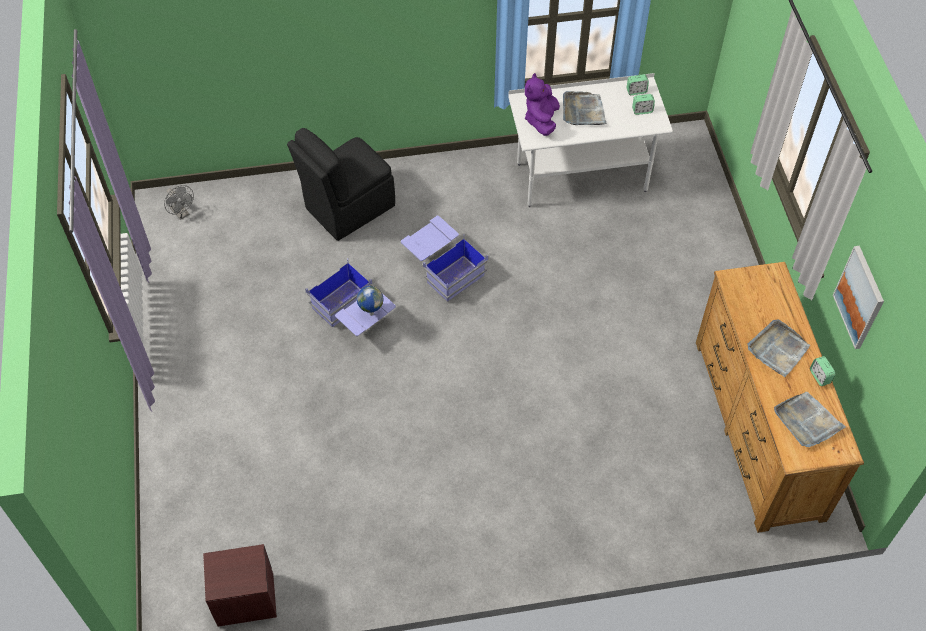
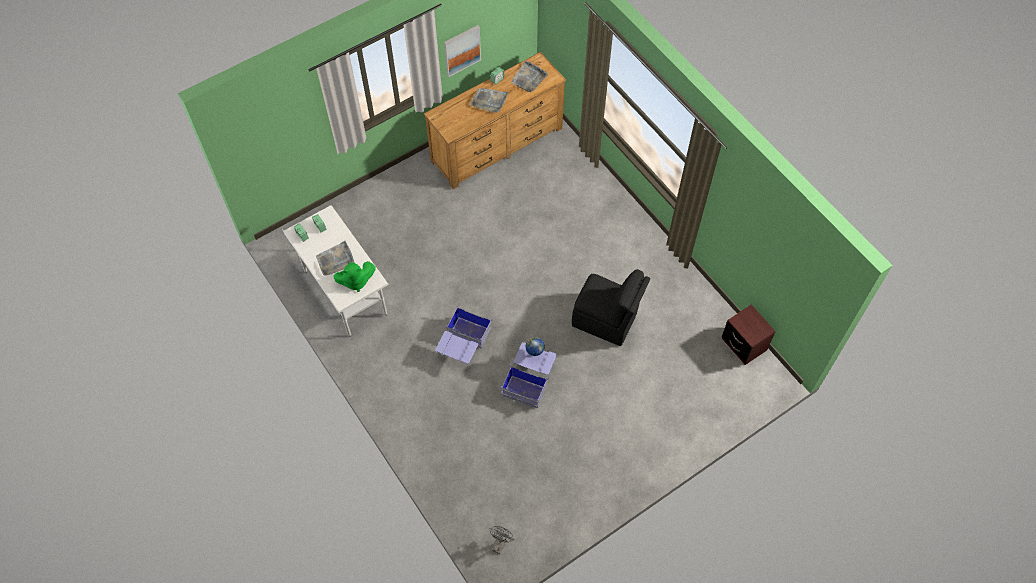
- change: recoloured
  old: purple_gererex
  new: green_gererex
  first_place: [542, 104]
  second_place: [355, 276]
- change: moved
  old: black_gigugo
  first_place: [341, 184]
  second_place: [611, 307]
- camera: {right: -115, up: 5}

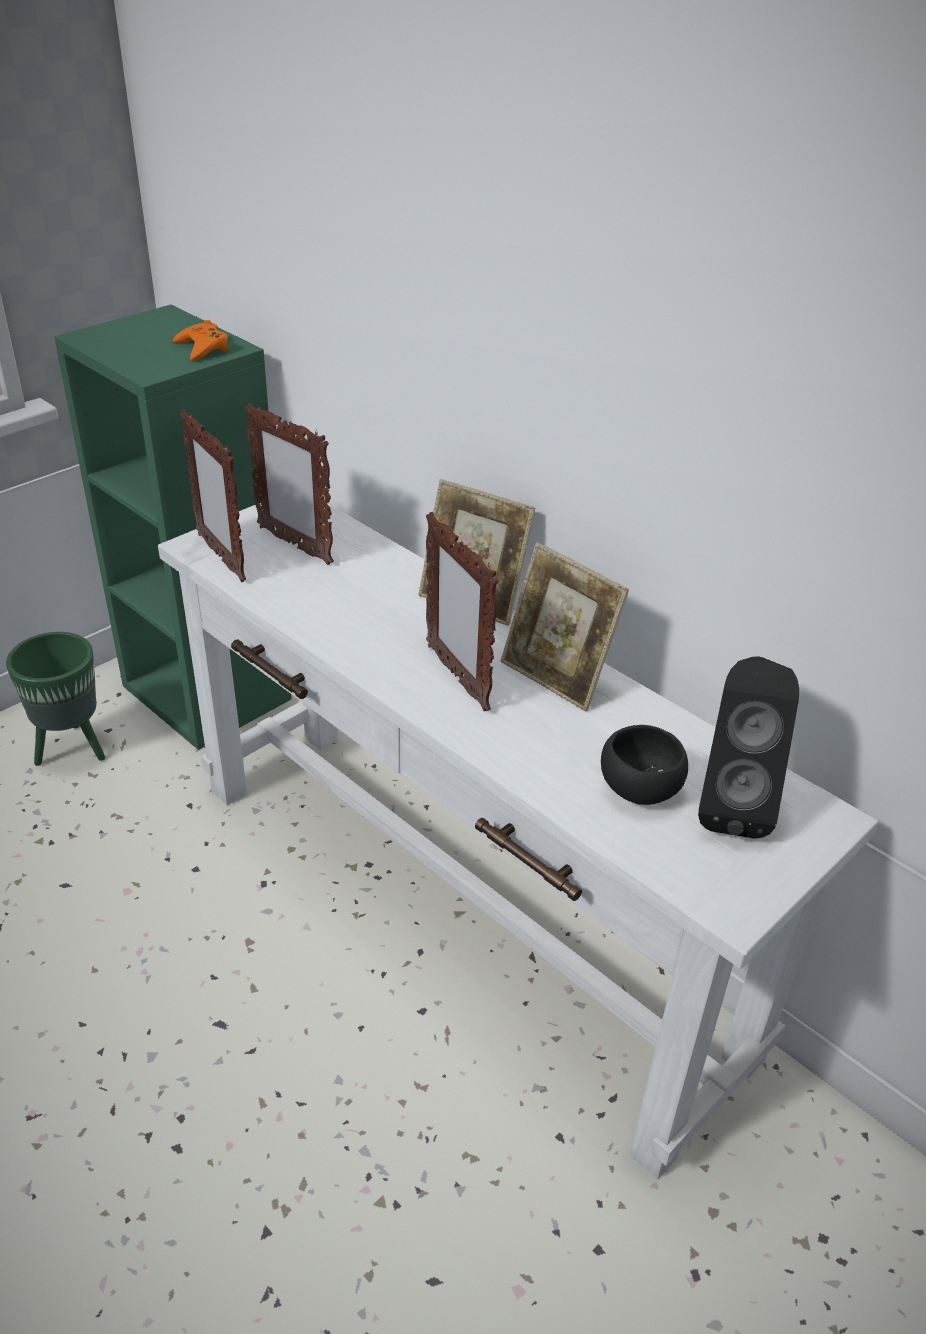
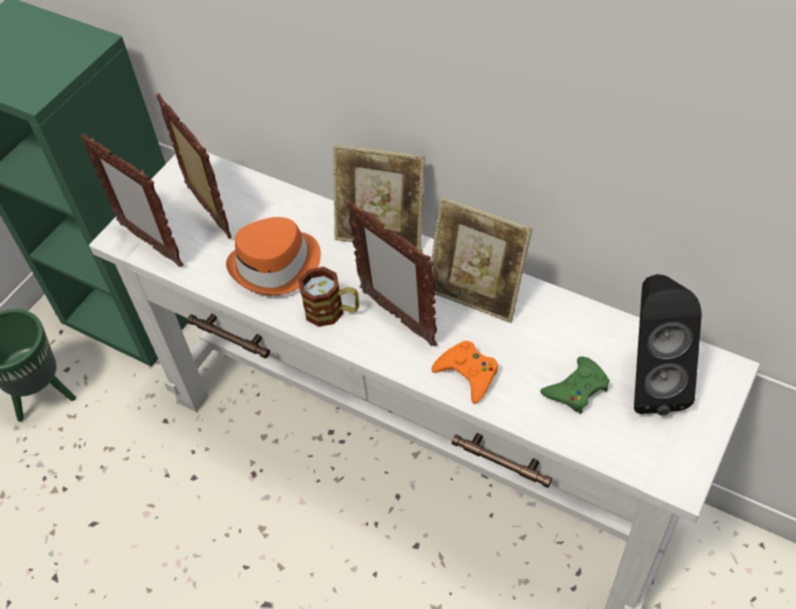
- change: turned
  old: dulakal
  first_place: [289, 484]
  second_place: [194, 166]
  degrees: -150
- change: added
  new: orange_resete
  second_place: [273, 256]
- change: added
  new: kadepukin
  second_place: [328, 297]
- change: moved
  old: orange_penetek
  first_place: [201, 340]
  second_place: [465, 372]
- change: replaced
  old: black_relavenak
  new: green_penetek
  first_place: [644, 765]
  second_place: [575, 385]
- camera: {right: -10, up: 15}

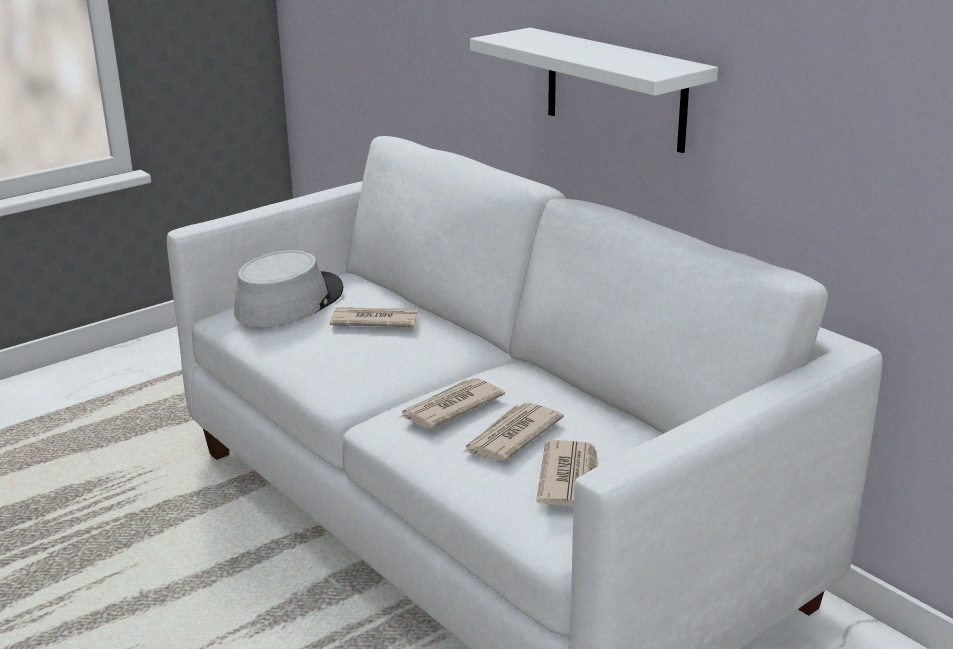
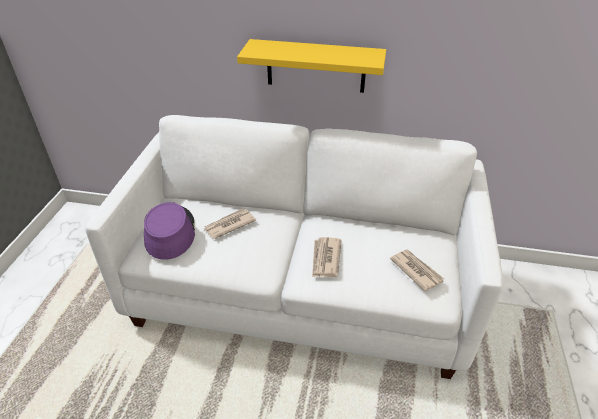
- change: recoloured
  old: grey_resete
  new: purple_resete
  first_place: [288, 288]
  second_place: [169, 231]
- change: recoloured
  old: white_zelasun
  new: yellow_zelasun
  first_place: [594, 90]
  second_place: [311, 66]
- change: removed
  old: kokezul
  first_place: [513, 432]
- camera: {right: -40, up: 15}

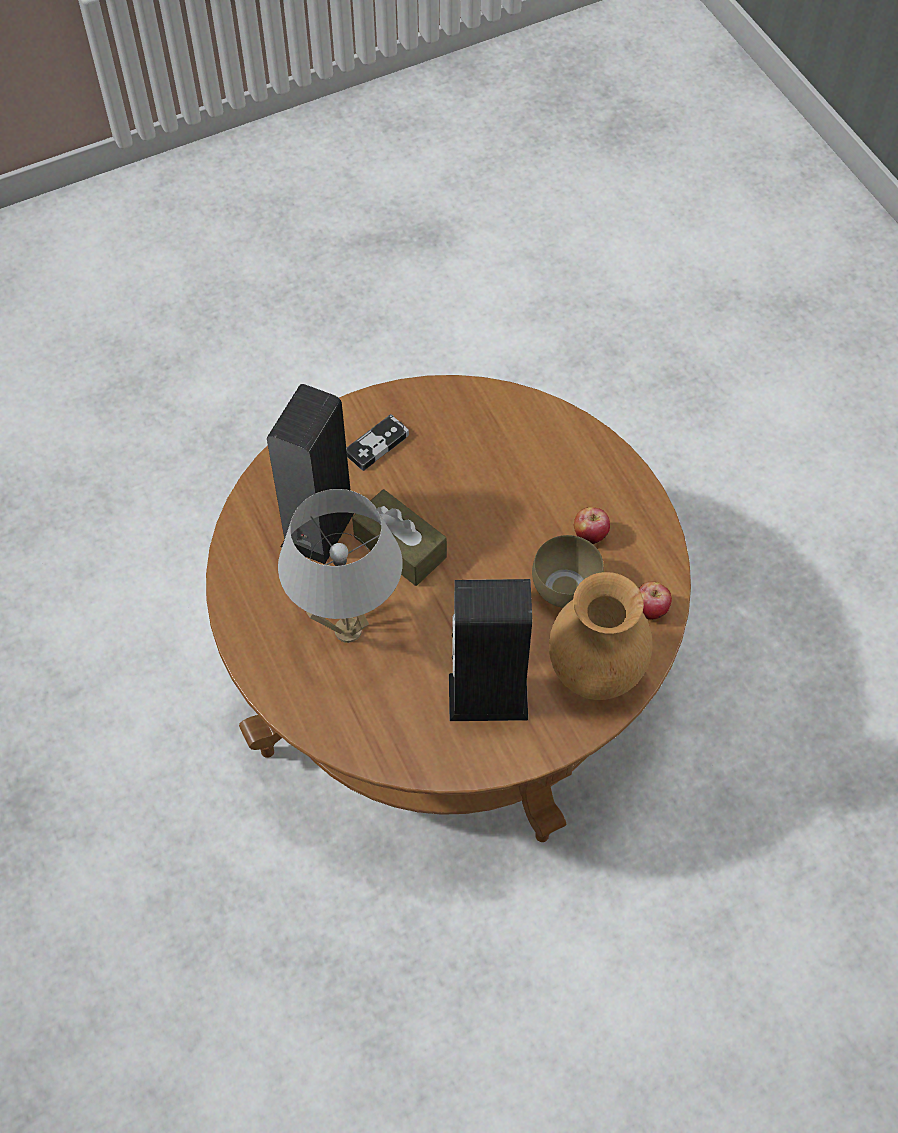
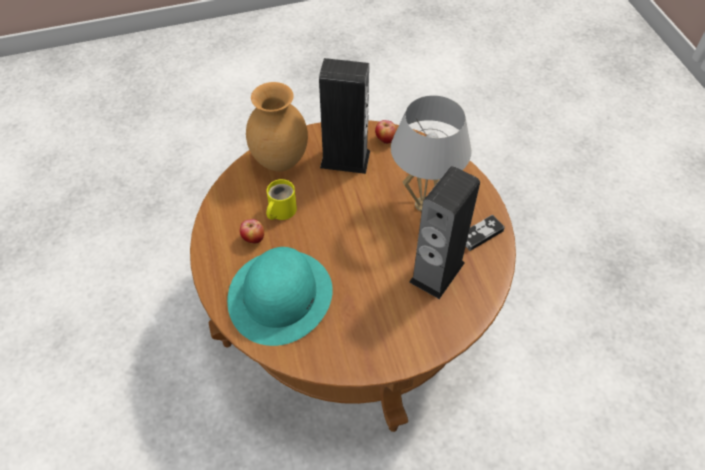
- change: added
  new: turquoise_resete
  second_place: [280, 296]
- change: replaced
  old: brown_relavenak
  new: yellow_kadepukin
  first_place: [568, 571]
  second_place: [281, 199]
- change: moved
  old: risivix
  first_place: [655, 600]
  second_place: [386, 132]
- change: moved
  old: penetek
  first_place: [377, 442]
  second_place: [485, 233]
- change: removed
  old: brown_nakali
  first_place: [399, 537]
- camera: {right: -170, up: -5}

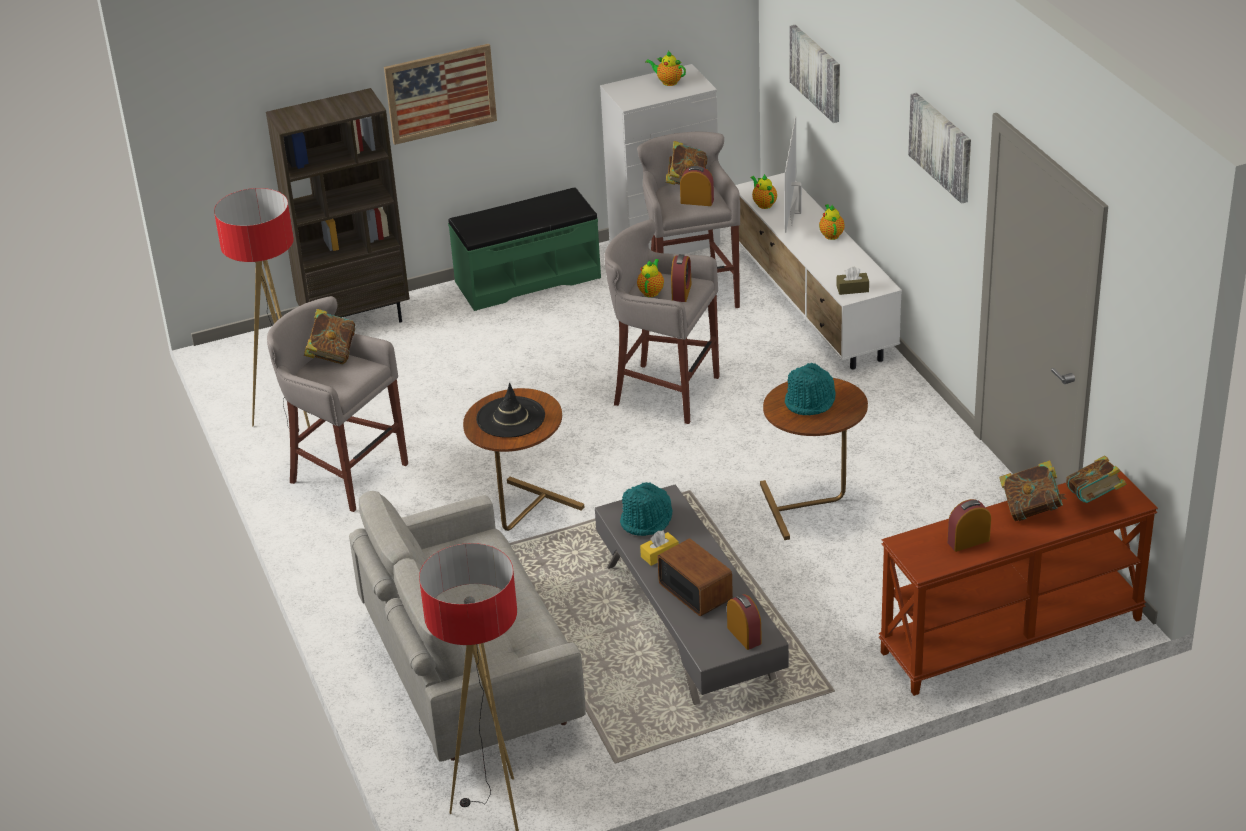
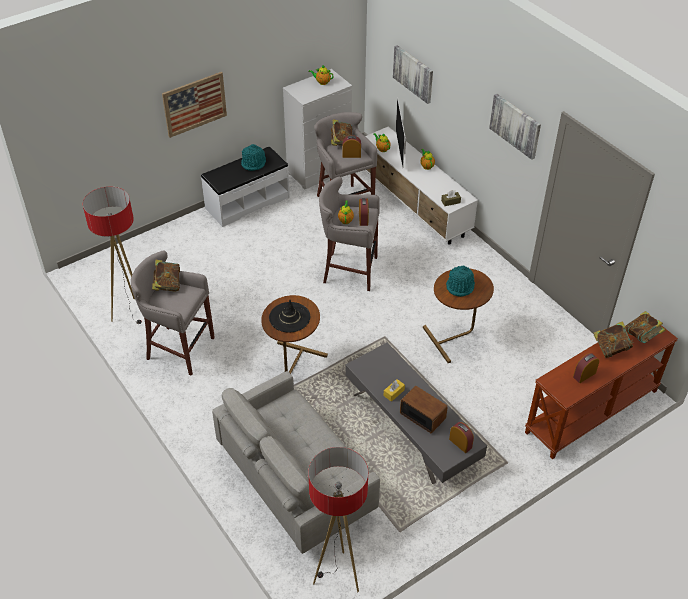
- change: recoloured
  old: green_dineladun
  new: white_dineladun
  first_place: [524, 249]
  second_place: [245, 186]
- change: moved
  old: turquoise_resete
  first_place: [646, 509]
  second_place: [253, 157]
- change: removed
  old: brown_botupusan
  first_place: [338, 205]
- camera: {right: -15, up: 10}

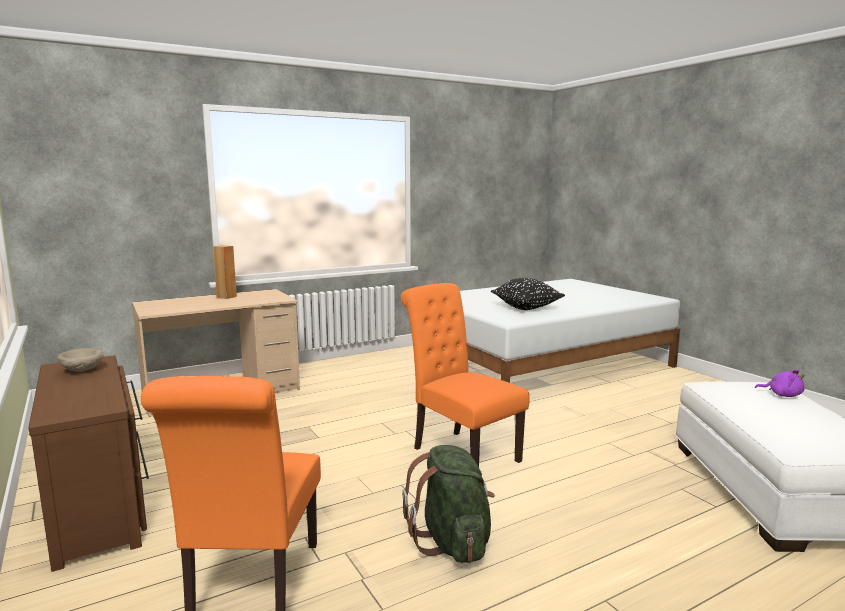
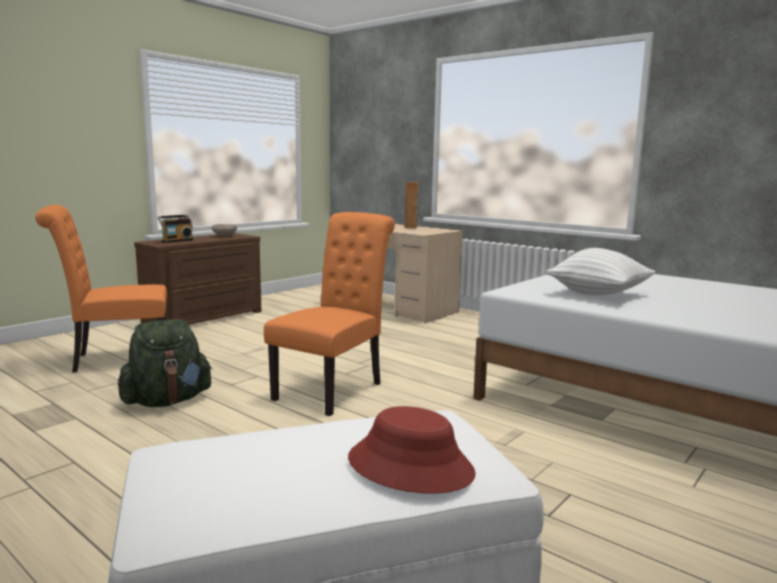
- change: added
  new: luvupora
  second_place: [175, 228]
- change: replaced
  old: purple_gererex
  new: red_resete
  first_place: [780, 383]
  second_place: [412, 450]
- change: recoloured
  old: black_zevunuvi
  new: white_zevunuvi
  first_place: [528, 294]
  second_place: [600, 271]
- camera: {right: 70, up: 0}

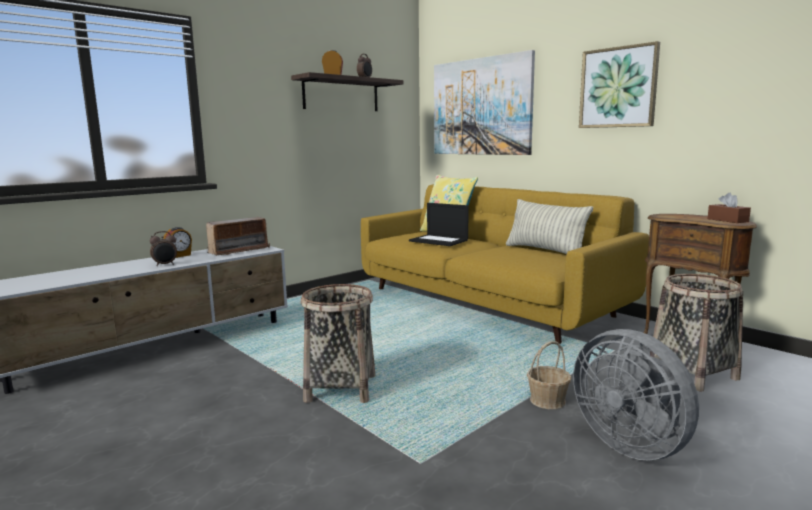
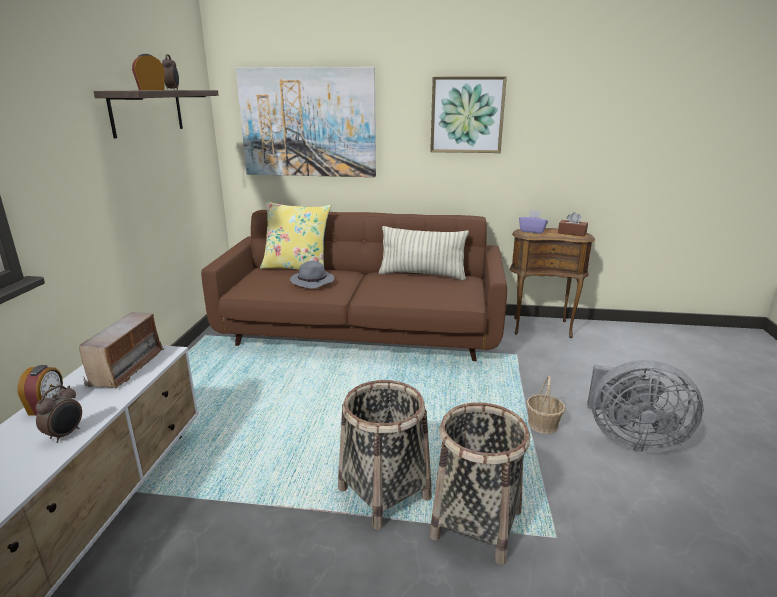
- change: recoloured
  old: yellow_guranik
  new: brown_guranik
  first_place: [505, 264]
  second_place: [354, 285]
- change: replaced
  old: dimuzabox
  new: grey_resete
  first_place: [439, 224]
  second_place: [312, 275]
- change: moved
  old: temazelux
  first_place: [696, 332]
  second_place: [480, 483]
- change: added
  new: purple_nakali
  second_place: [533, 222]
- camera: {right: -40, up: 10}

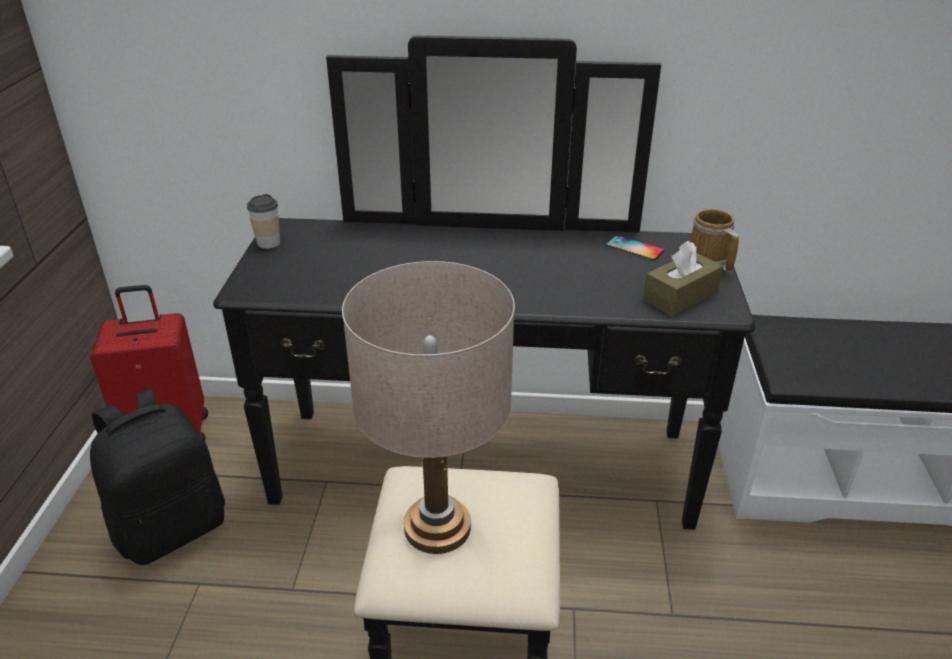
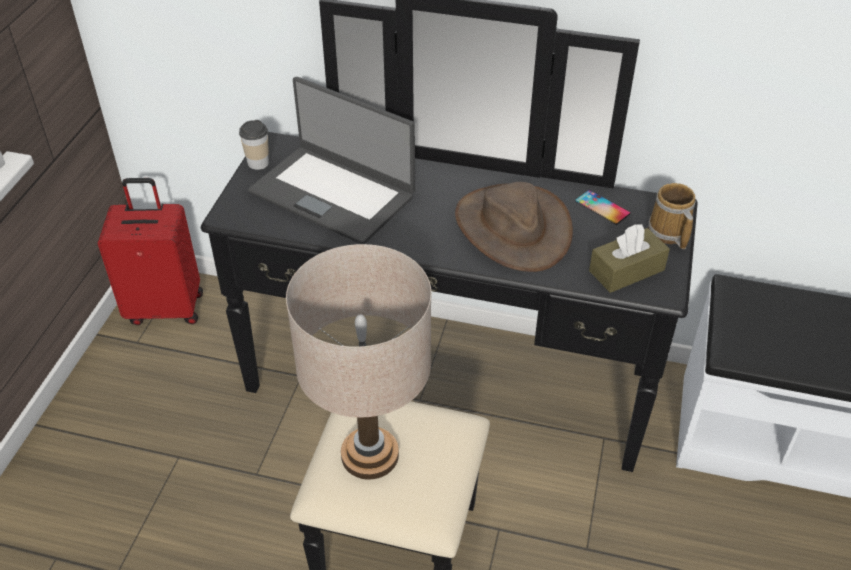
- change: added
  new: dimuzabox
  second_place: [331, 160]
- change: added
  new: brown_resete
  second_place: [514, 227]
- change: removed
  old: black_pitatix
  first_place: [157, 476]
- camera: {right: 10, up: 10}

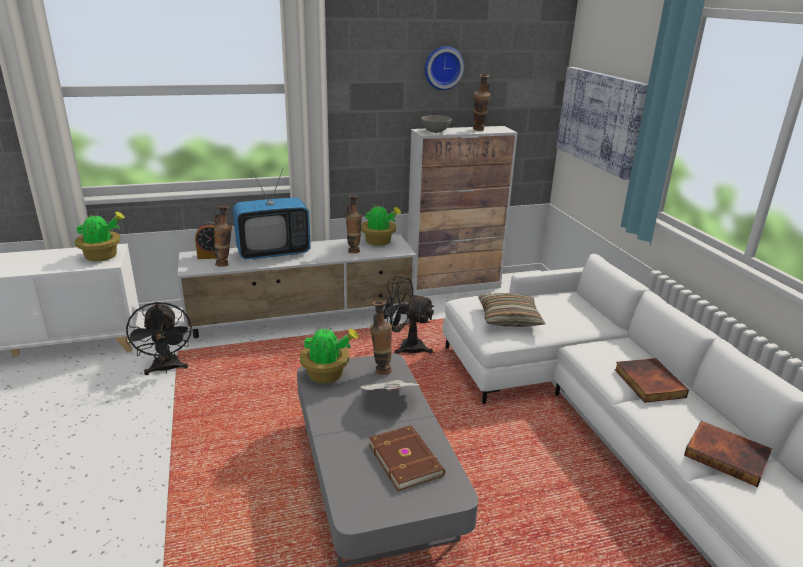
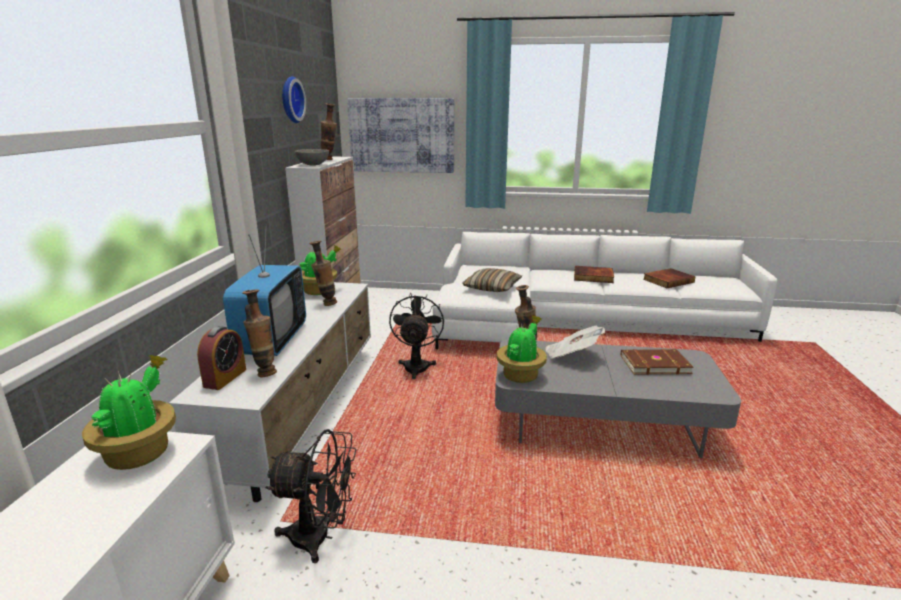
- change: turned
  old: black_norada
  first_place: [408, 315]
  second_place: [416, 336]
  degrees: 135
- camera: {right: -65, up: -5}

